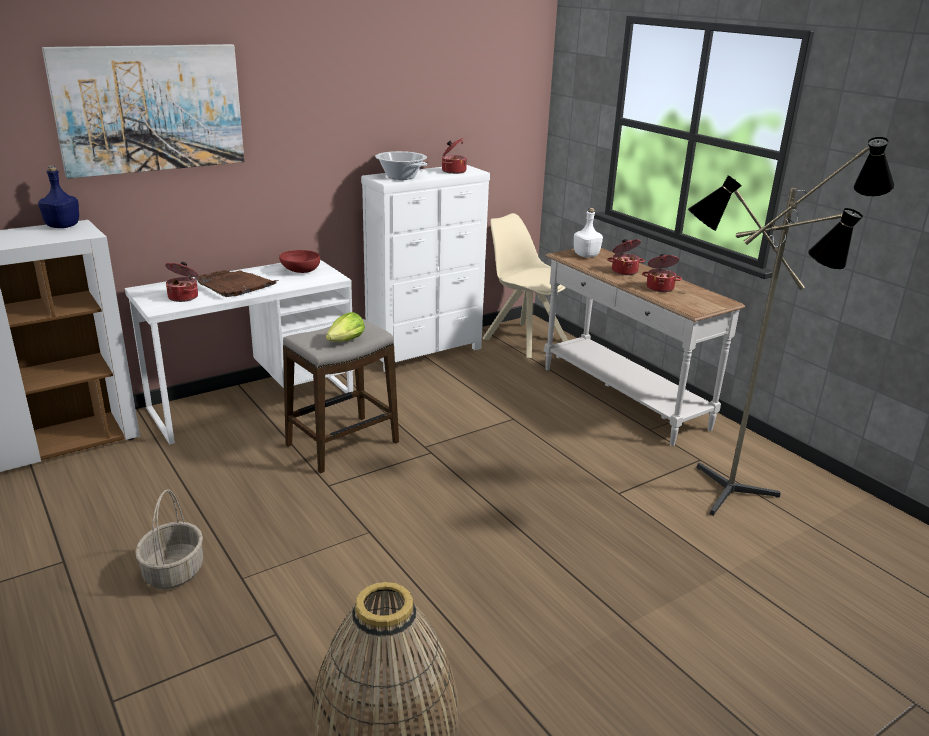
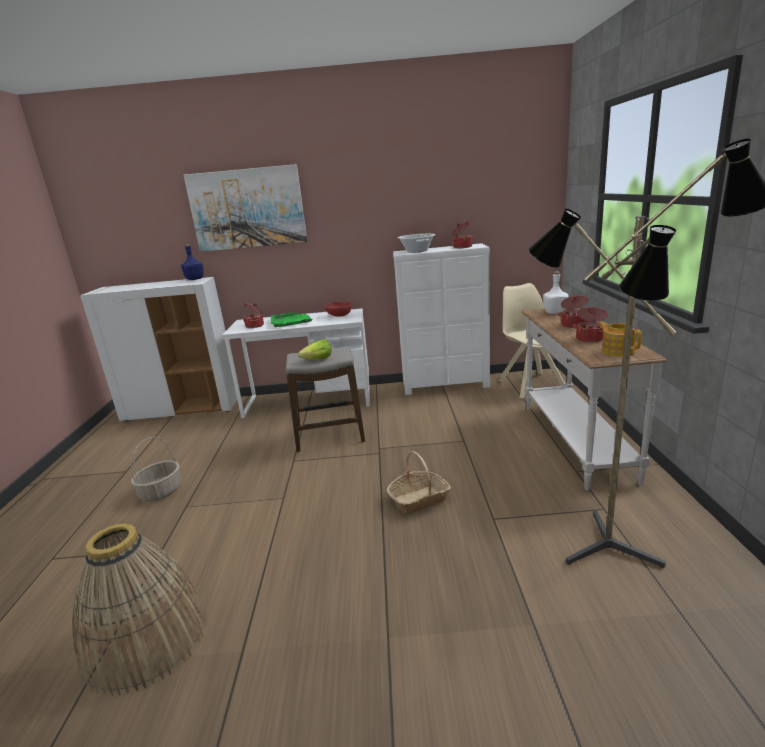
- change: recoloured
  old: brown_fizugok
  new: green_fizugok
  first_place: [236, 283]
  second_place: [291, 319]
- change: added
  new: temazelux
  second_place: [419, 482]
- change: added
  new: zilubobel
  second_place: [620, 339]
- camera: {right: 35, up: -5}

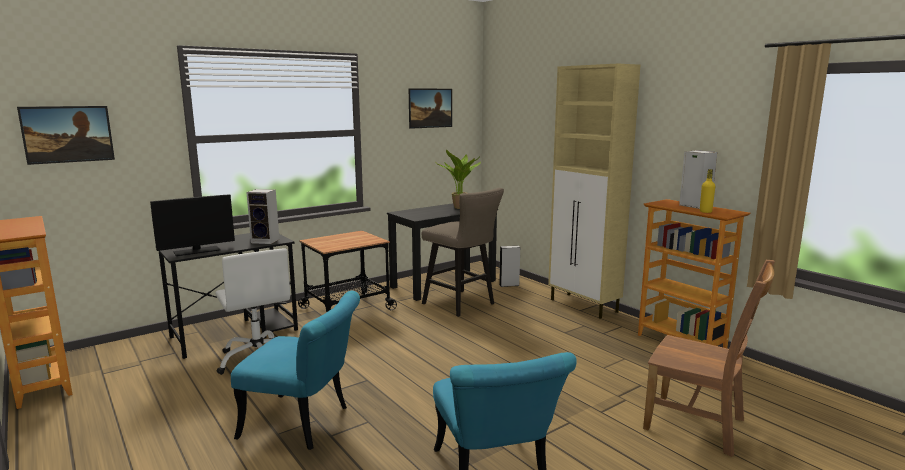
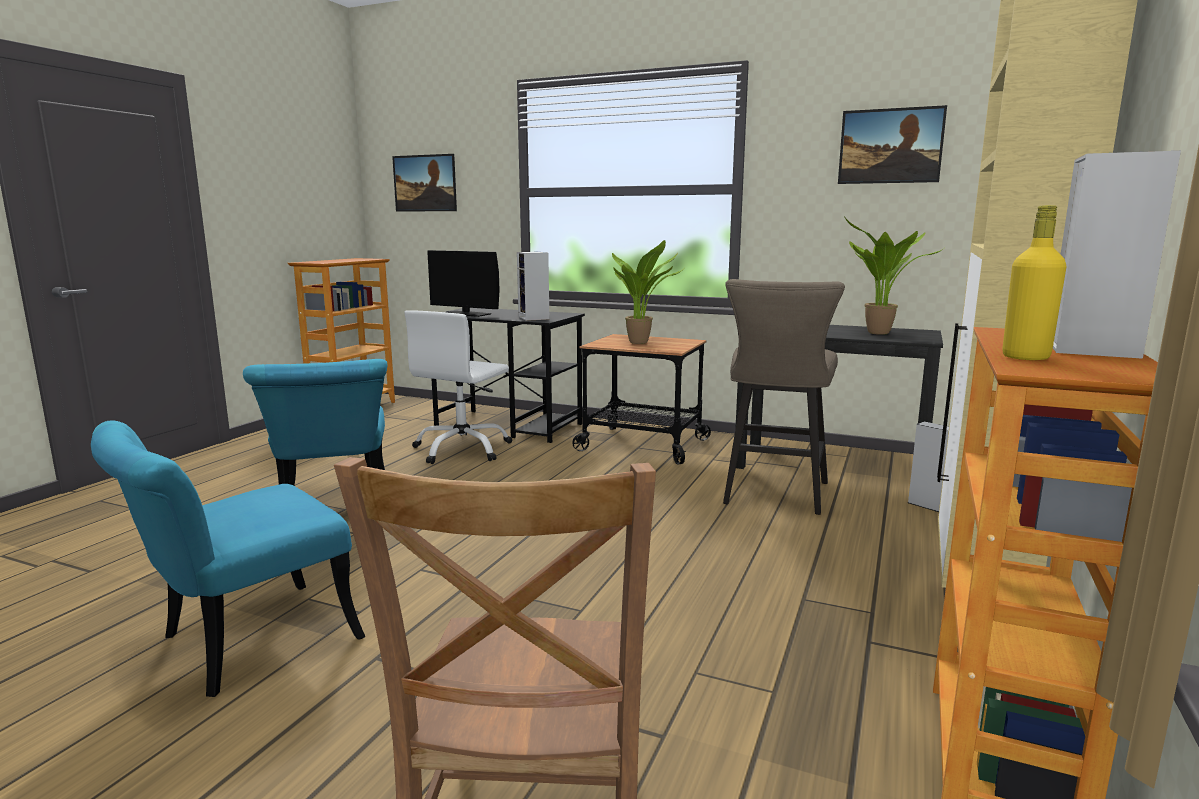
- change: added
  new: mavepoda
  second_place: [647, 292]
- camera: {right: 60, up: 0}

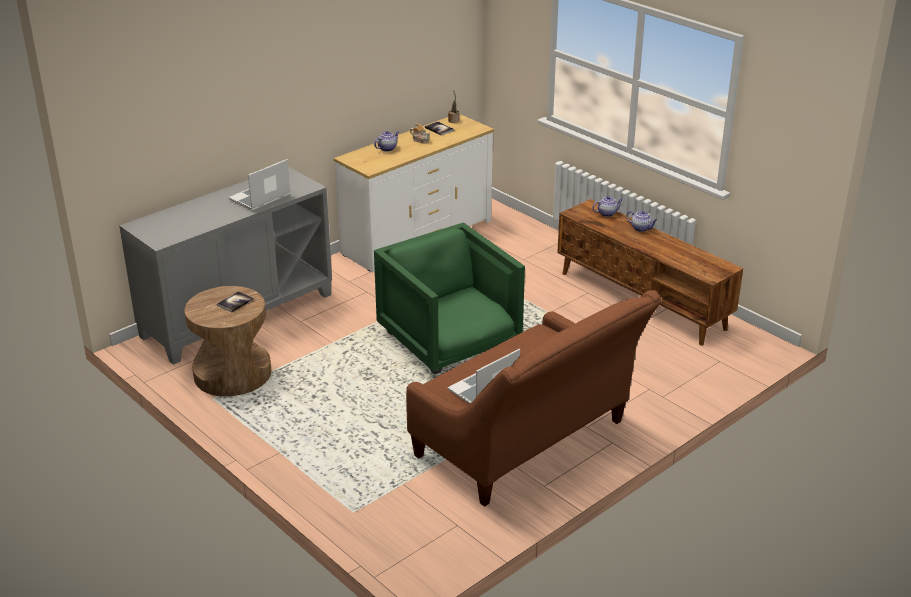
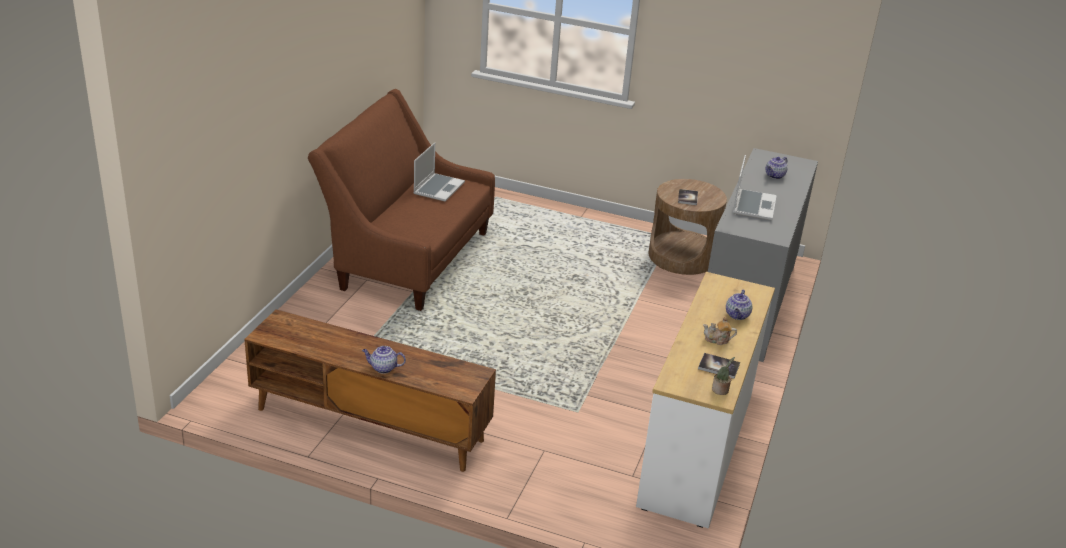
- change: moved
  old: zilubobel
  first_place: [607, 206]
  second_place: [776, 168]
- change: removed
  old: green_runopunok
  first_place: [449, 298]
- camera: {right: 150, up: 0}

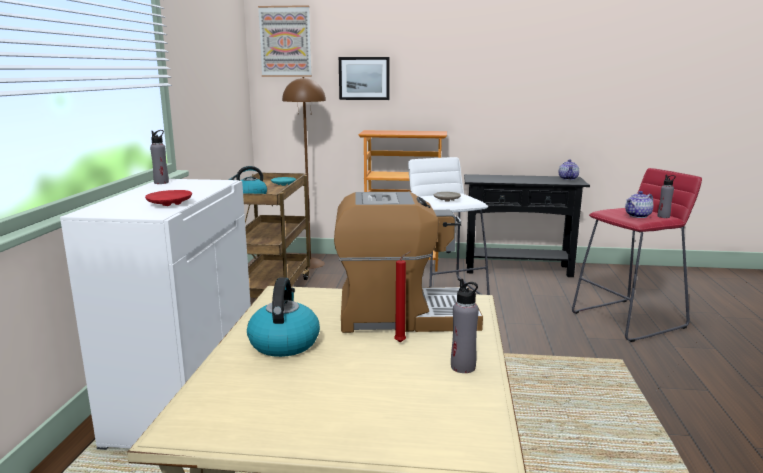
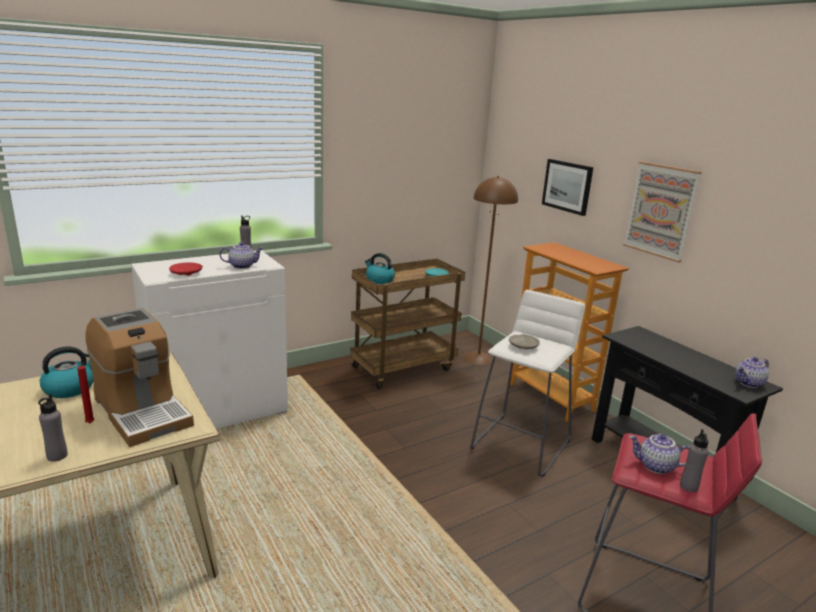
- change: added
  new: zilubobel
  second_place: [241, 255]
- change: moved
  old: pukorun
  first_place: [285, 41]
  second_place: [662, 212]
- camera: {right: 50, up: 5}

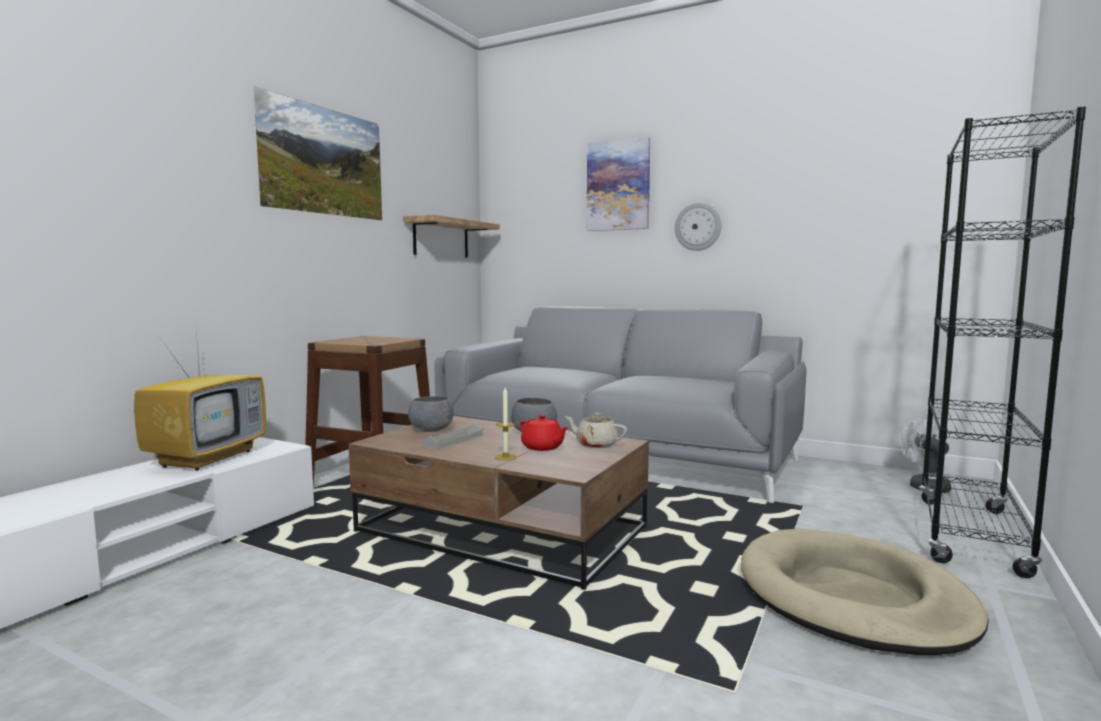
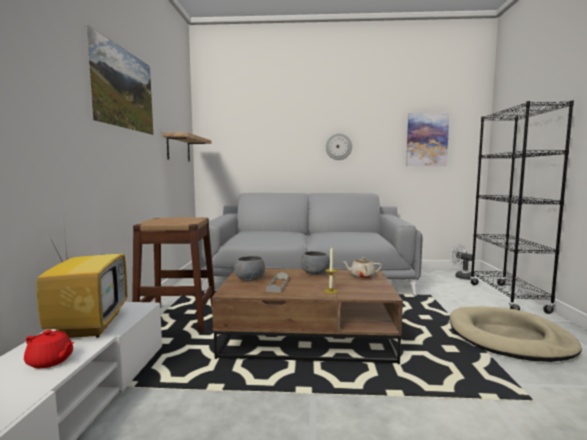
- change: moved
  old: red_zilubobel
  first_place: [544, 432]
  second_place: [49, 349]
- change: moved
  old: pukorun
  first_place: [618, 184]
  second_place: [428, 139]
- camera: {right: -25, up: 0}

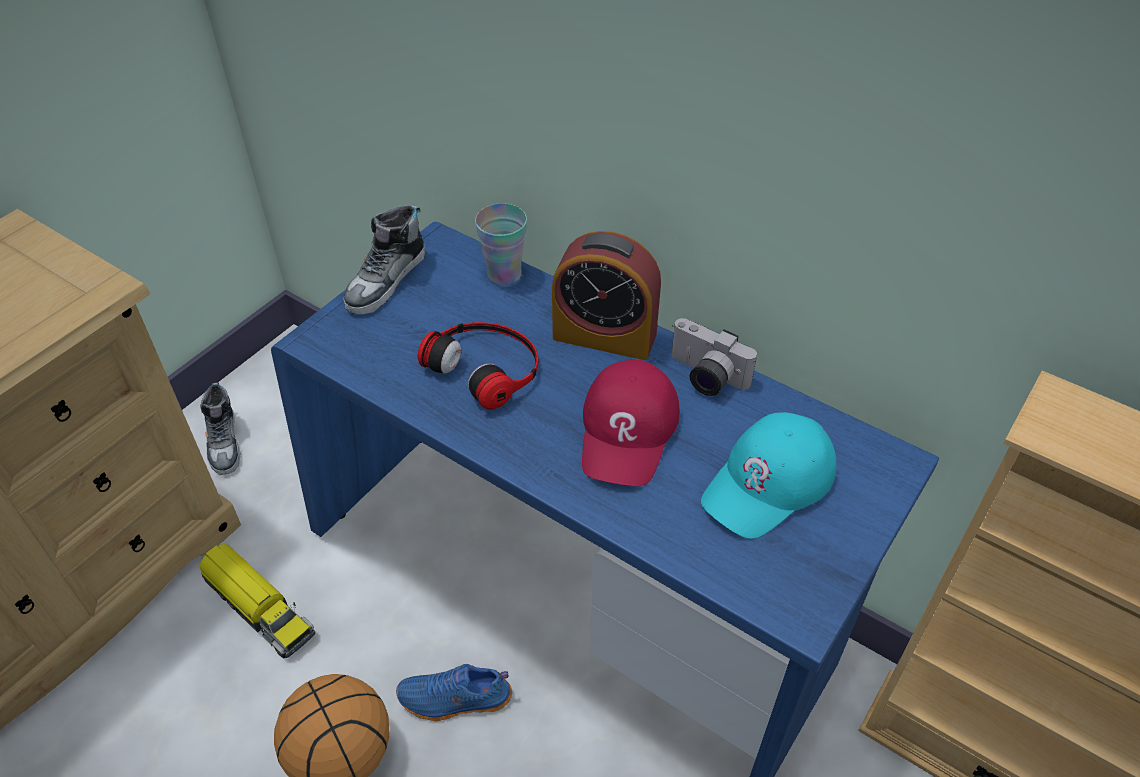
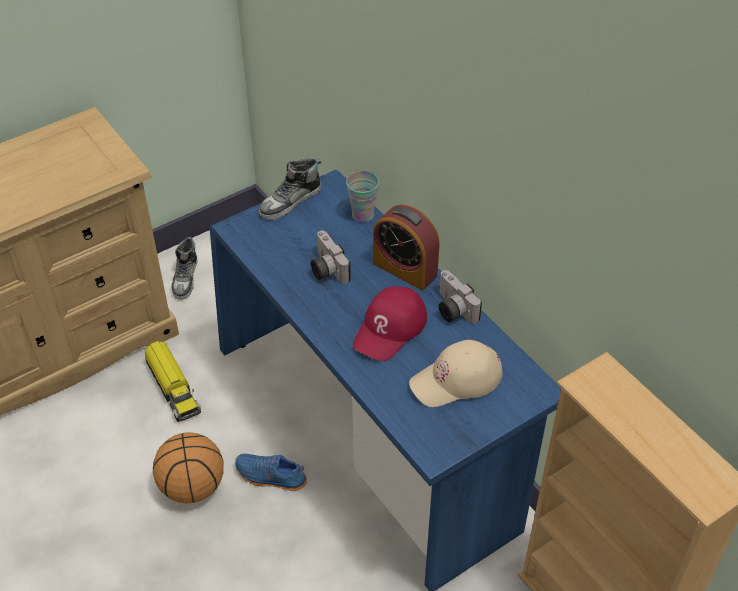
- change: replaced
  old: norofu
  new: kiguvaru
  first_place: [478, 365]
  second_place: [331, 257]
- change: recoloured
  old: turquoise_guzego
  new: beige_guzego
  first_place: [768, 475]
  second_place: [456, 373]
- camera: {right: 20, up: 0}

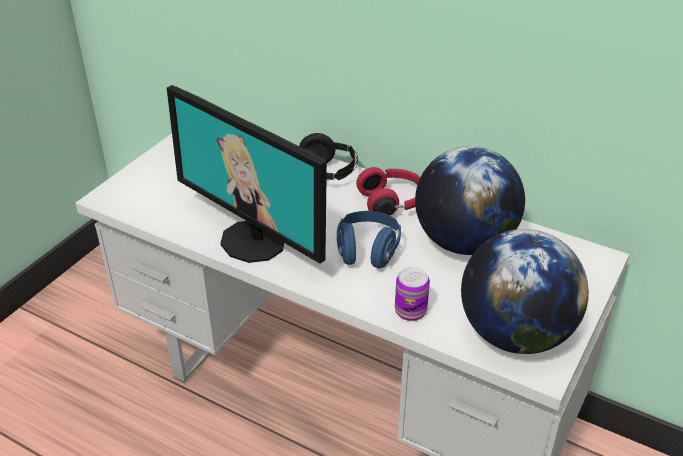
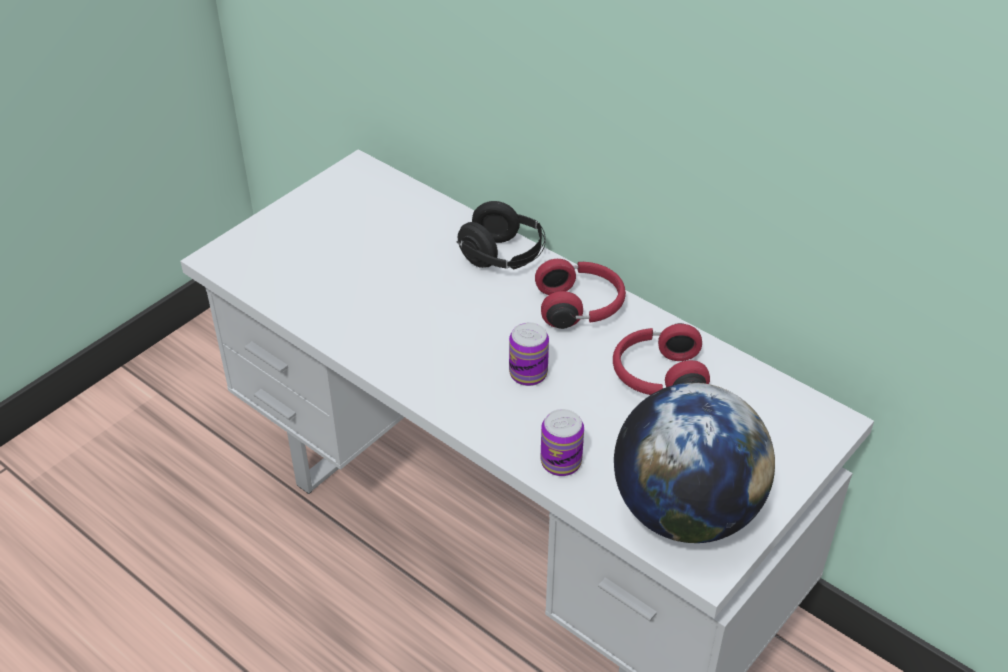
- change: replaced
  old: blue_norofu
  new: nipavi
  first_place: [369, 239]
  second_place: [529, 354]
- change: replaced
  old: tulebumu
  new: red_norofu
  first_place: [470, 200]
  second_place: [661, 359]
- change: removed
  old: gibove
  first_place: [247, 174]
- camera: {right: 10, up: 5}

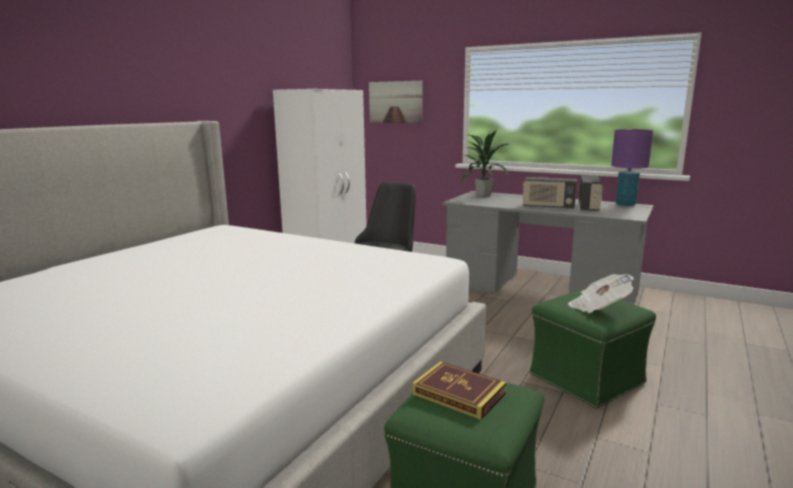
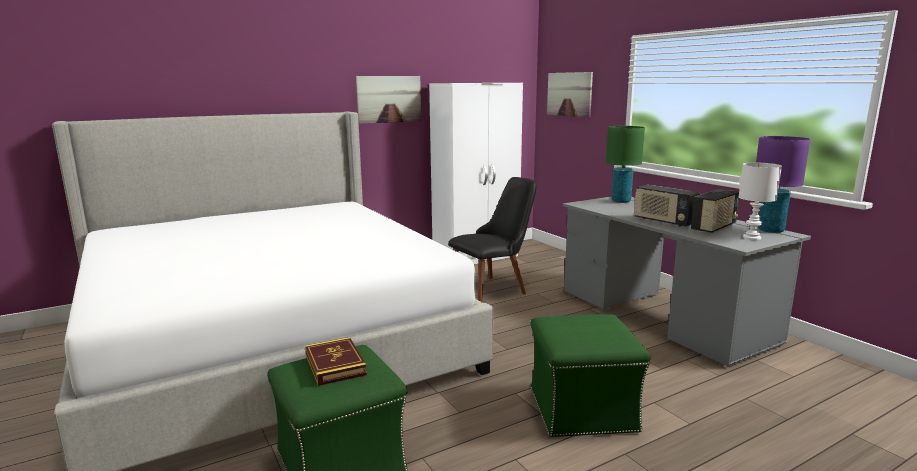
- change: added
  new: pukorun
  second_place: [388, 100]
- change: replaced
  old: mavepoda
  new: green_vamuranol
  first_place: [484, 163]
  second_place: [625, 164]
- change: added
  new: white_vamuranol
  second_place: [760, 201]
- change: removed
  old: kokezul
  first_place: [601, 293]
- camera: {right: 30, up: 0}

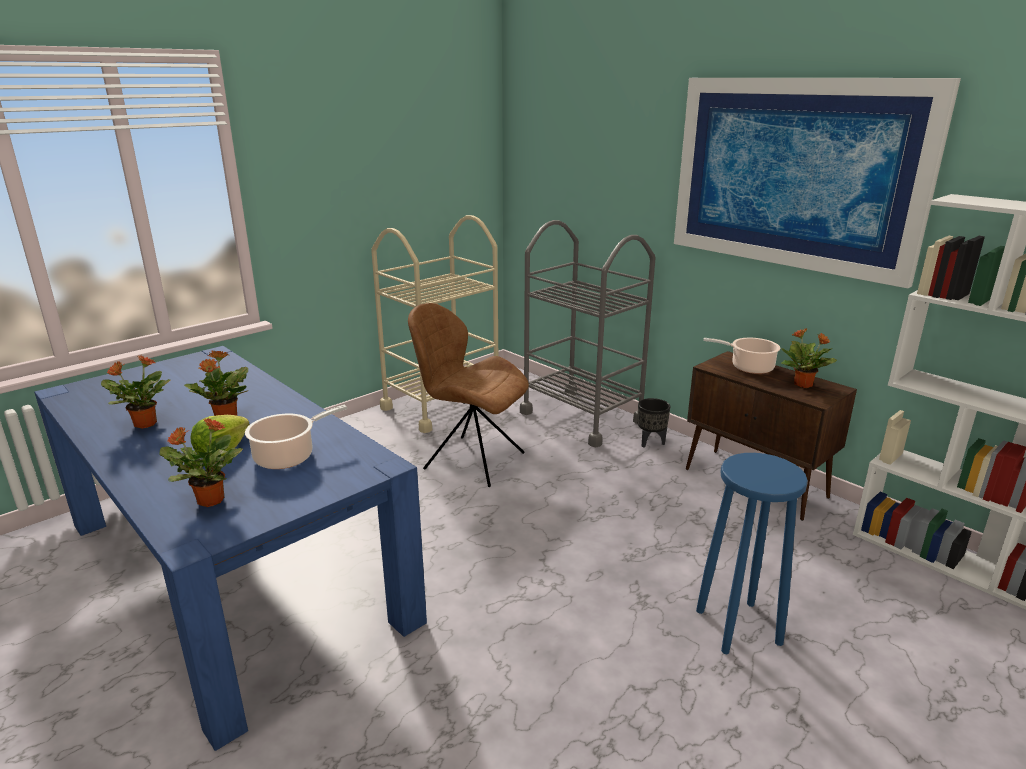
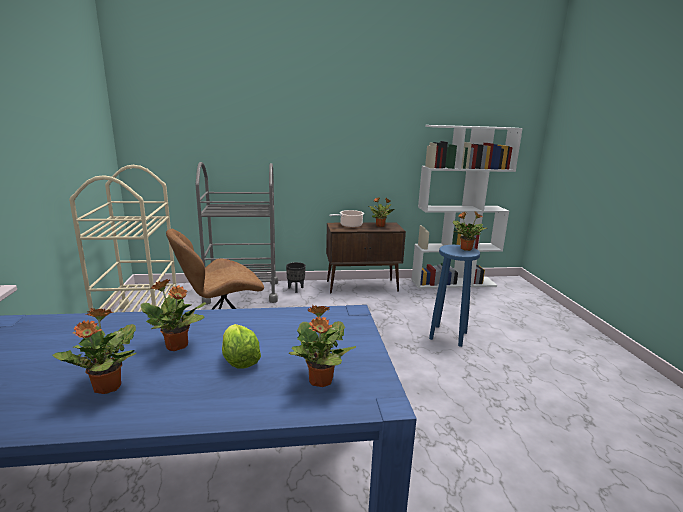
- change: added
  new: mavepoda
  second_place: [470, 231]
- change: removed
  old: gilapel
  first_place: [296, 437]
- change: removed
  old: pukorun
  first_place: [817, 183]
- camera: {right: -55, up: -5}

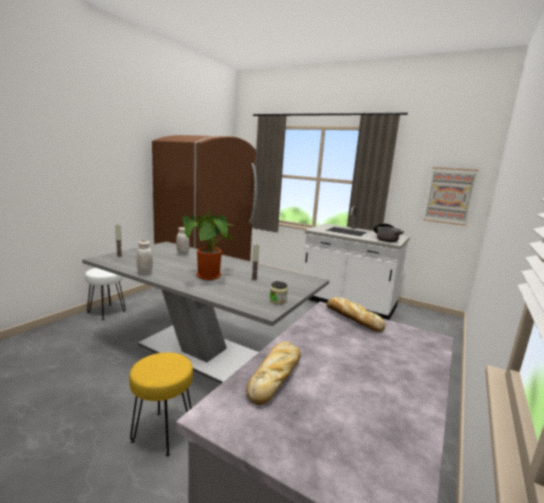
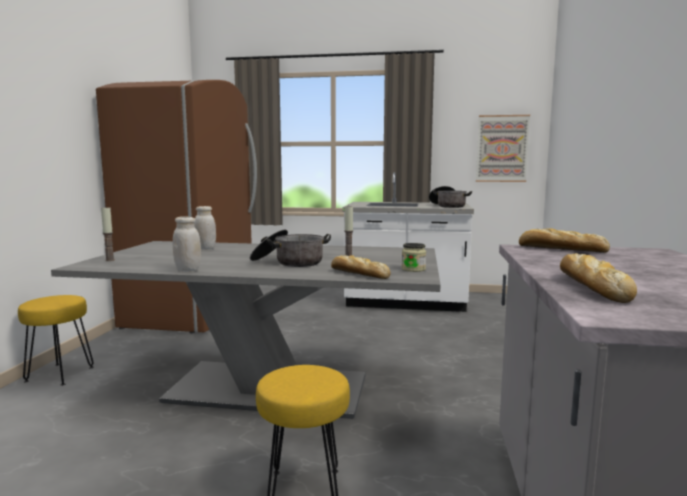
- change: recoloured
  old: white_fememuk
  new: yellow_fememuk
  first_place: [105, 294]
  second_place: [56, 340]
- change: replaced
  old: mavepoda
  new: gilapel
  first_place: [208, 244]
  second_place: [290, 248]
- change: added
  new: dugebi
  second_place: [361, 267]
- camera: {right: -20, up: -5}

